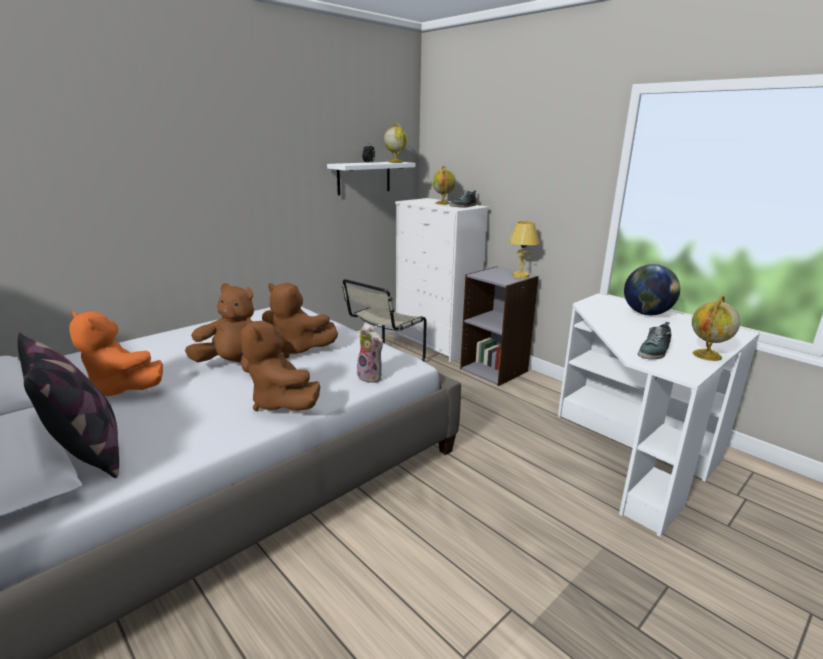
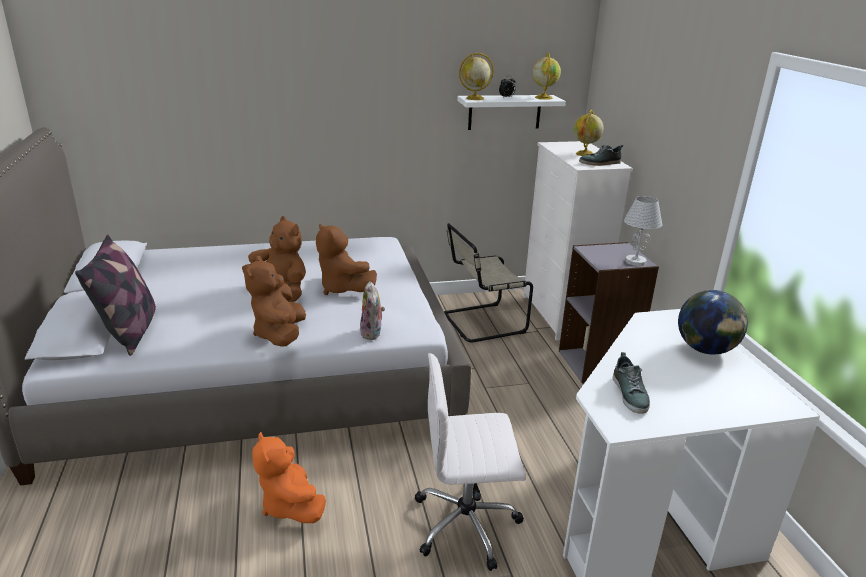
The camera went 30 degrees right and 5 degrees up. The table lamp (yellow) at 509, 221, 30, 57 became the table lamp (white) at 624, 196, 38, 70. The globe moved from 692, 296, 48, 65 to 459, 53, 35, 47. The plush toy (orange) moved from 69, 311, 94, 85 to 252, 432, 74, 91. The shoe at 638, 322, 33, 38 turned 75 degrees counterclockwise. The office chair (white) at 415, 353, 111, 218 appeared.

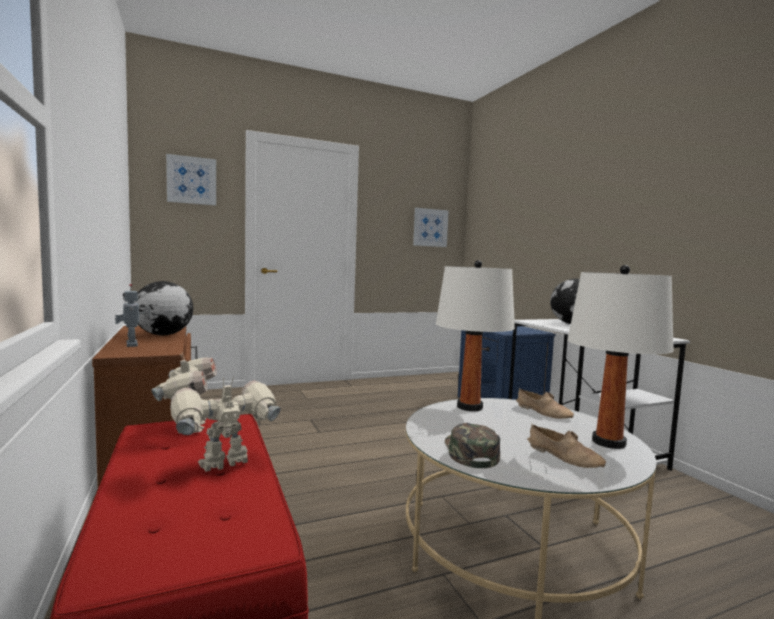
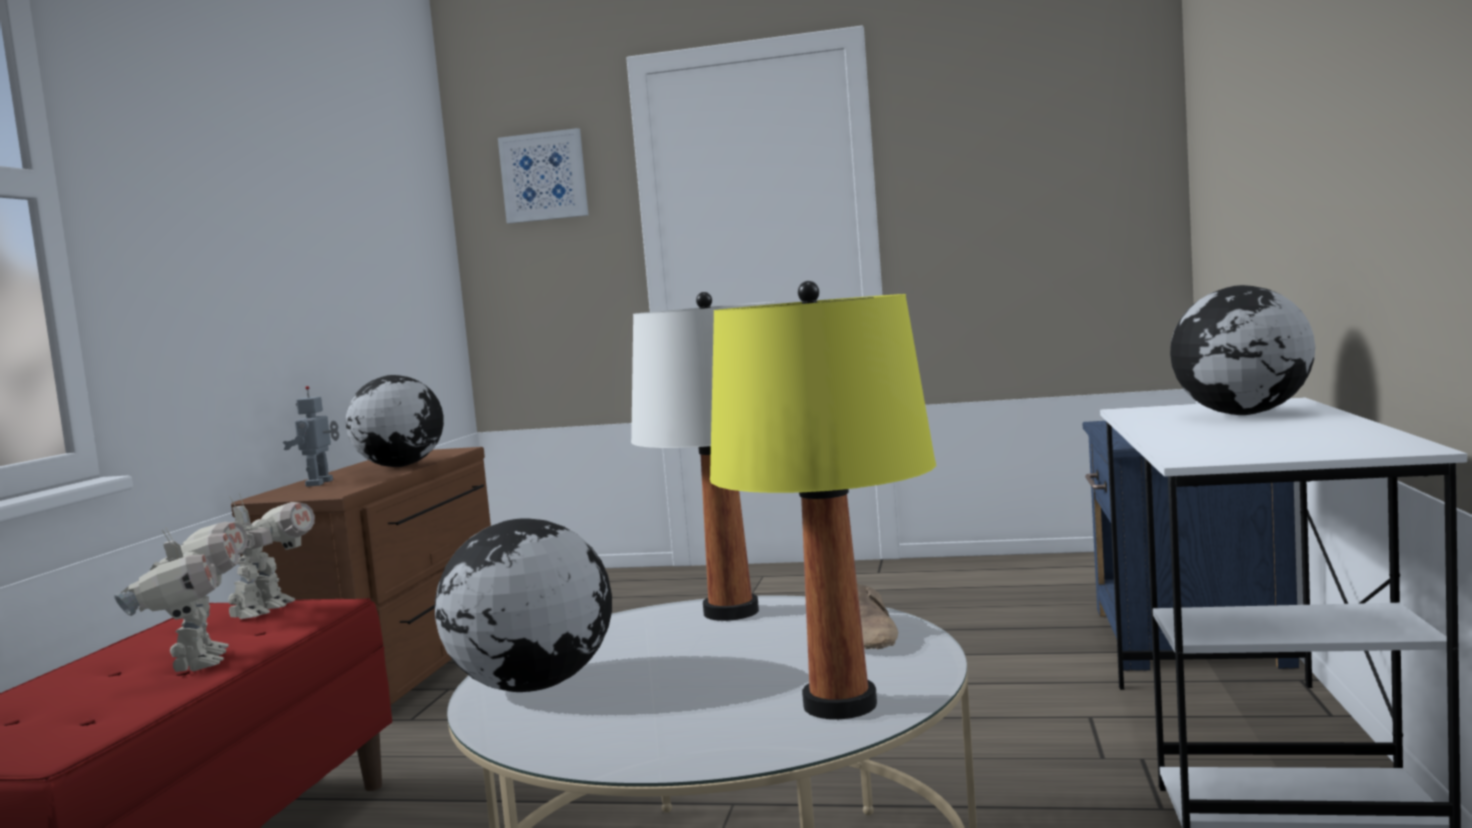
The camera went 35 degrees right and 0 degrees up. The picture at 413, 208, 36, 39 disappeared. The table lamp (white) at 567, 265, 107, 184 became the table lamp (yellow) at 710, 281, 226, 438. The toy robot at 170, 376, 111, 96 turned 75 degrees clockwise. The cap (green) at 445, 423, 55, 45 was replaced by the globe at 435, 518, 177, 174. The shoe (beige) at 527, 424, 79, 44 disappeared.

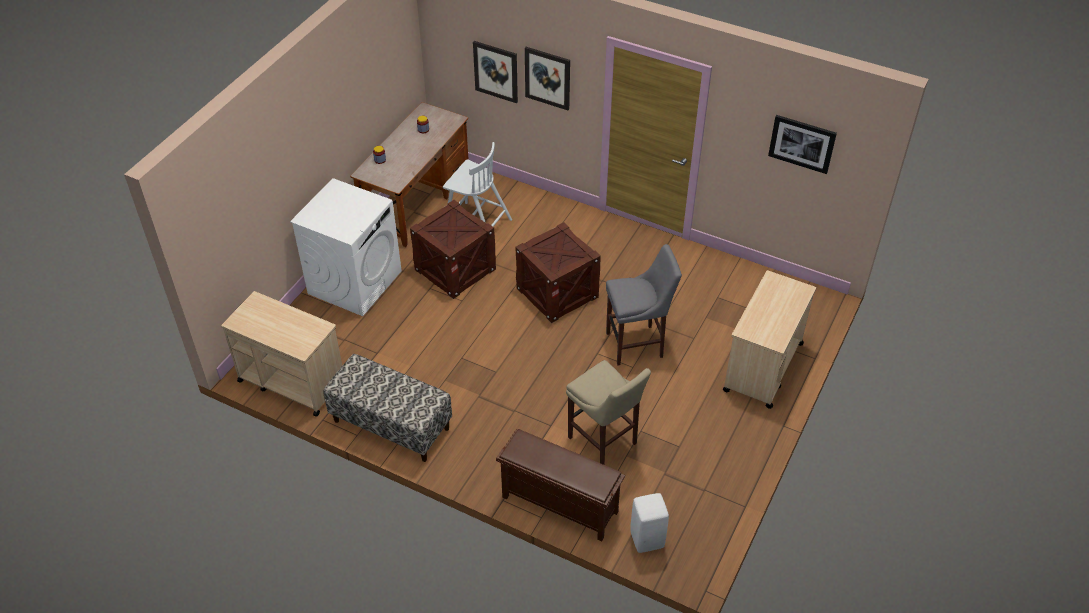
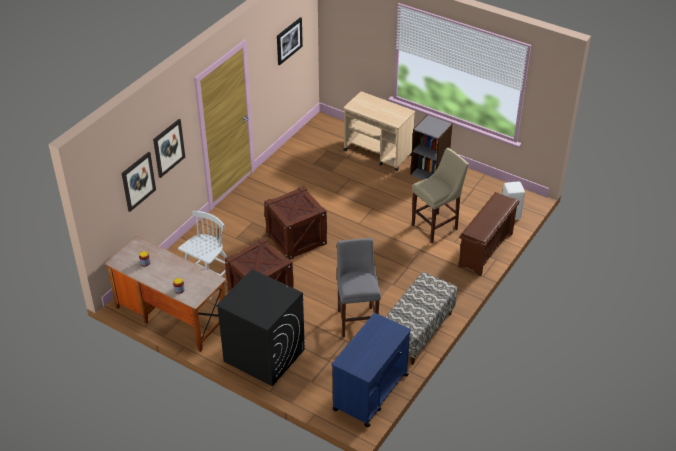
The camera went 85 degrees left and 5 degrees down. The washing machine (white) at 290, 178, 112, 138 became the washing machine (black) at 216, 269, 89, 118. The stool (grey) moved from 606, 244, 76, 122 to 337, 238, 44, 99. The cart (beige) at 221, 291, 121, 125 became the cart (blue) at 332, 313, 79, 114. The bookcase (grey) at 410, 115, 43, 65 appeared.

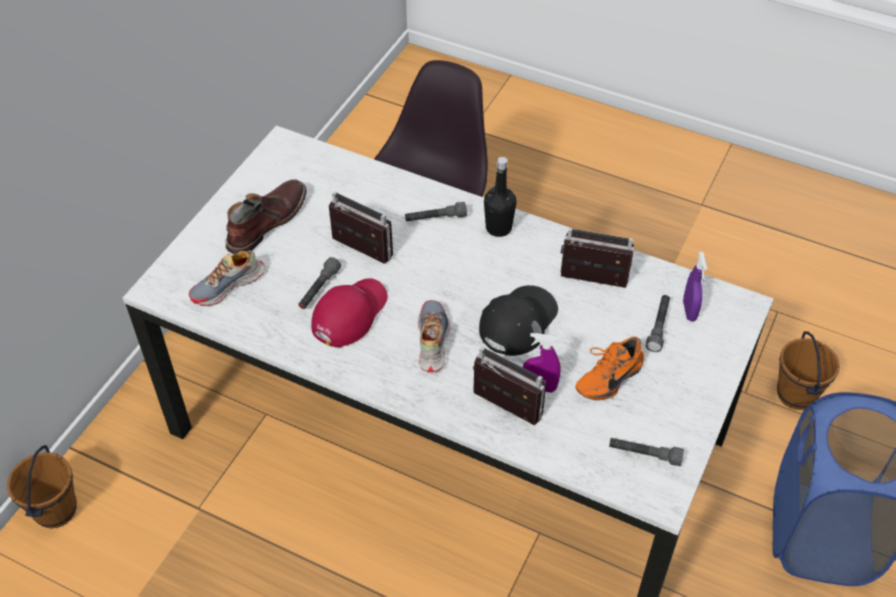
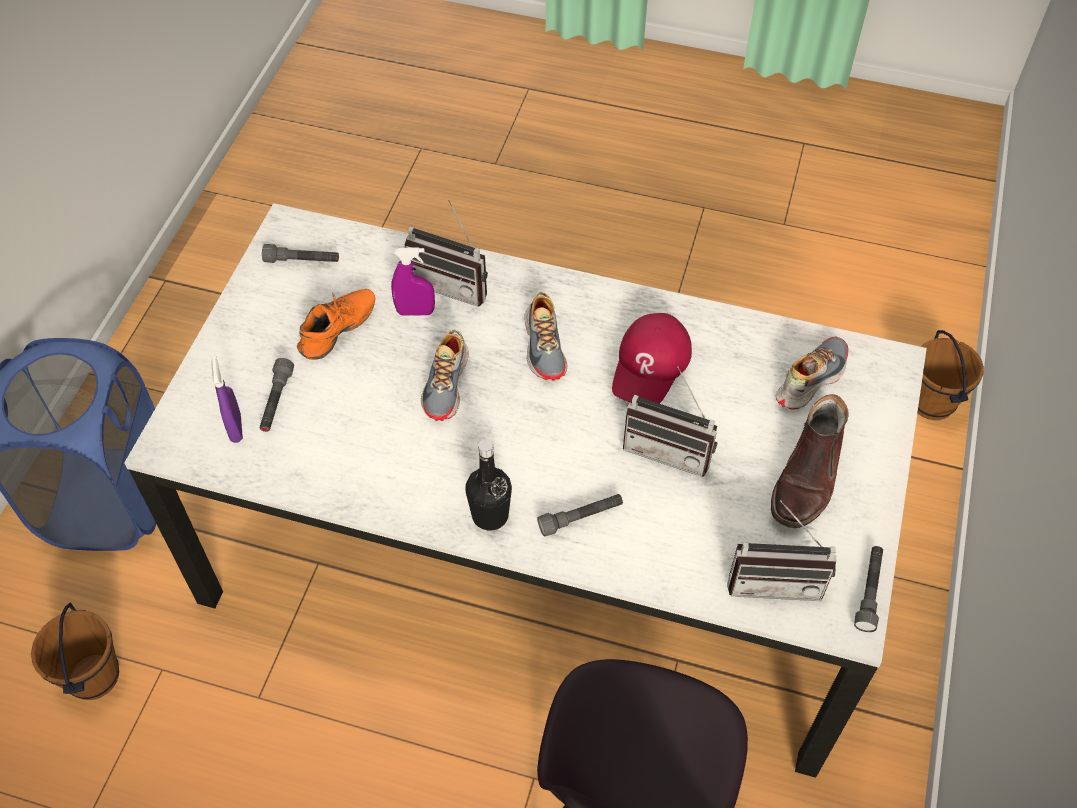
The camera went 170 degrees right and 5 degrees up. The radio moved from 561, 228, 74, 60 to 727, 500, 110, 101. The flashlight (grey) moved from 298, 257, 43, 52 to 854, 546, 29, 86. The cap (black) at 479, 285, 79, 71 was replaced by the shoe at 421, 329, 48, 92.

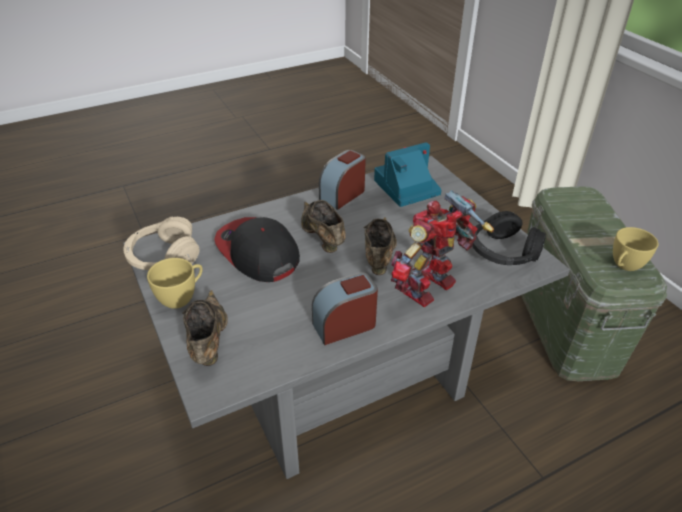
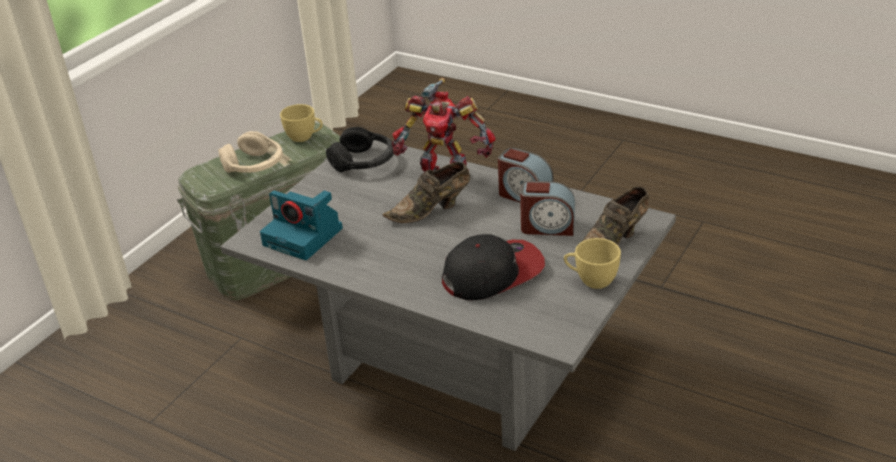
The camera went 120 degrees left and 5 degrees down. The alarm clock moved from 319, 150, 47, 60 to 520, 181, 55, 55. The shoe (brown) at 301, 200, 45, 53 disappeared. The headphones (beige) moved from 123, 217, 77, 53 to 218, 131, 65, 42. The cap at 214, 217, 86, 65 turned 135 degrees counterclockwise.

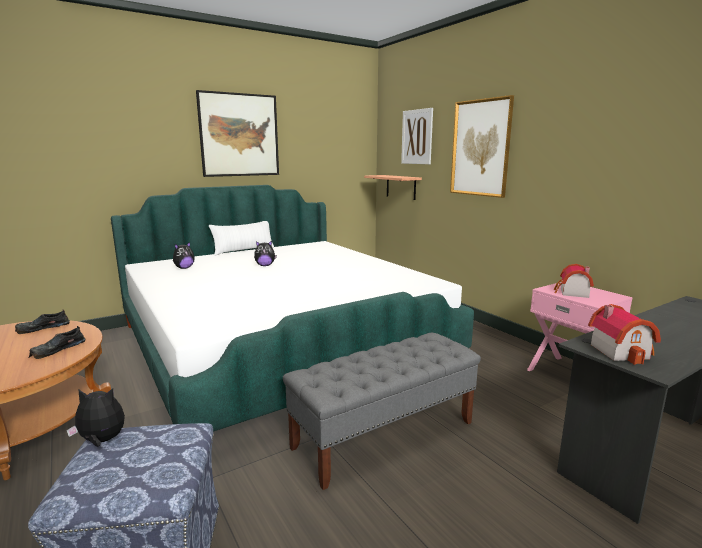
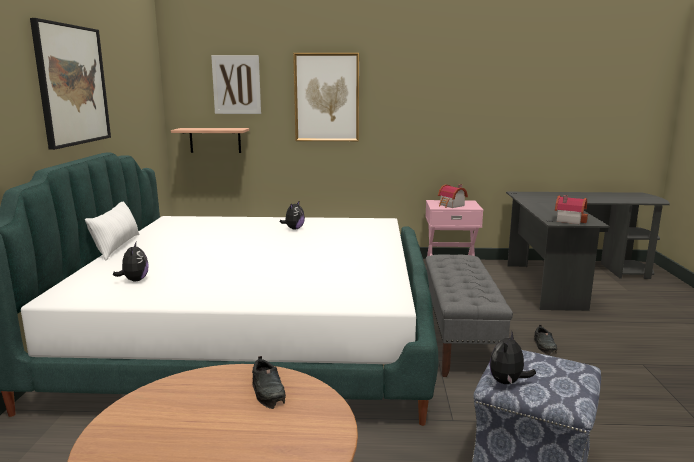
The camera went 55 degrees left and 0 degrees up. The plush toy moved from 254, 241, 23, 25 to 280, 201, 25, 28. The shoe (black) moved from 15, 309, 55, 25 to 534, 325, 23, 30.

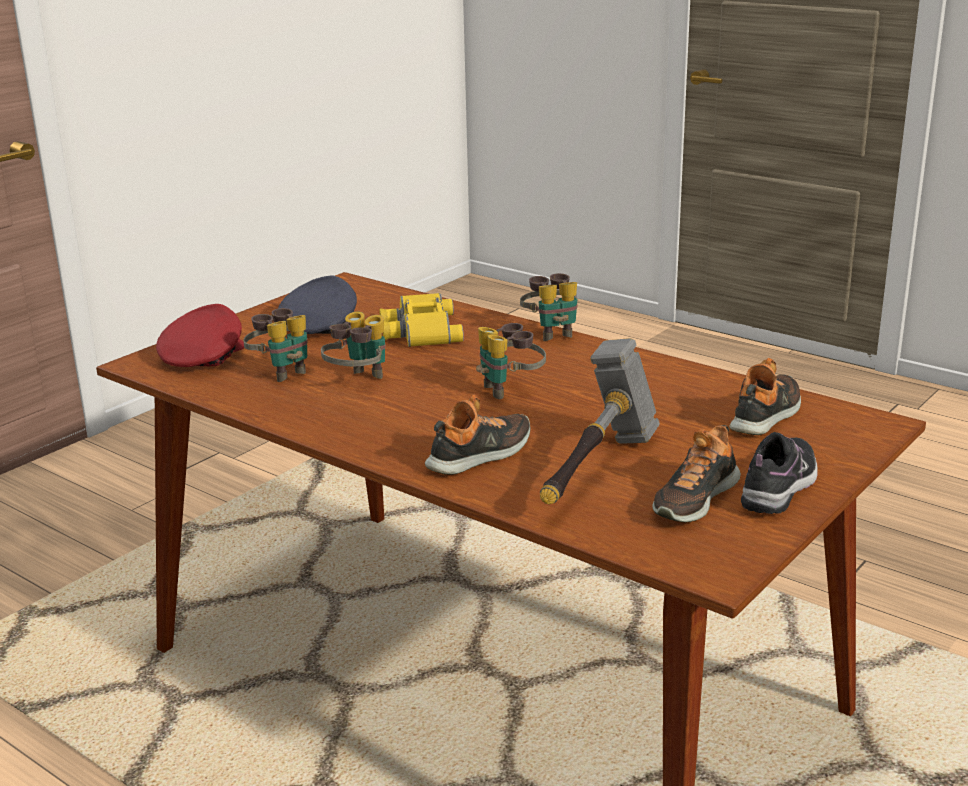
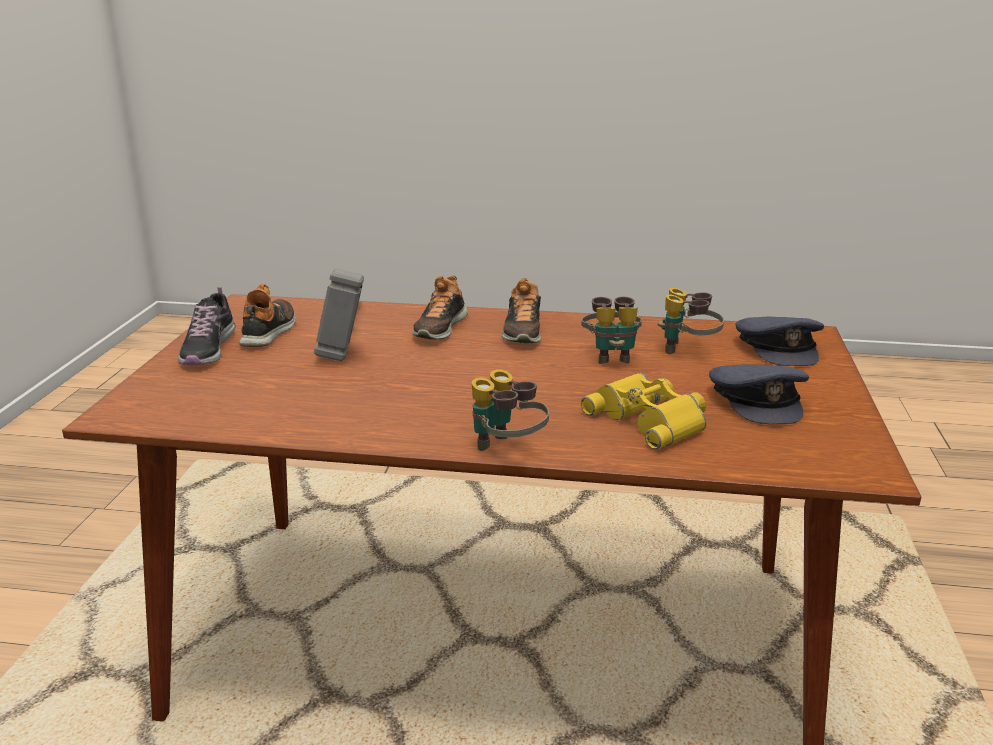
The camera went 150 degrees right and 0 degrees up. The cap (red) at 156, 304, 88, 63 became the cap (grey) at 736, 316, 88, 50. The binoculars at 476, 323, 70, 76 disappeared. The shoe moved from 729, 358, 72, 77 to 502, 278, 39, 65.

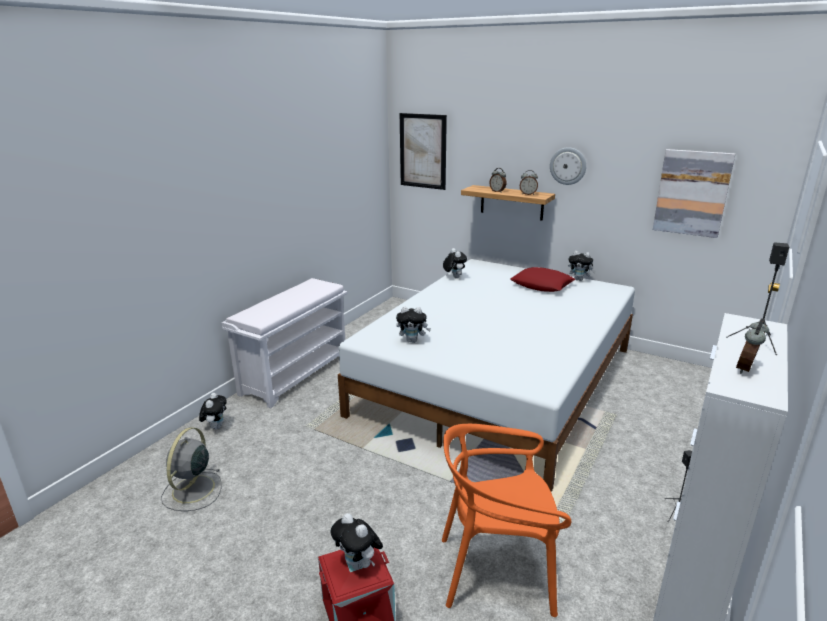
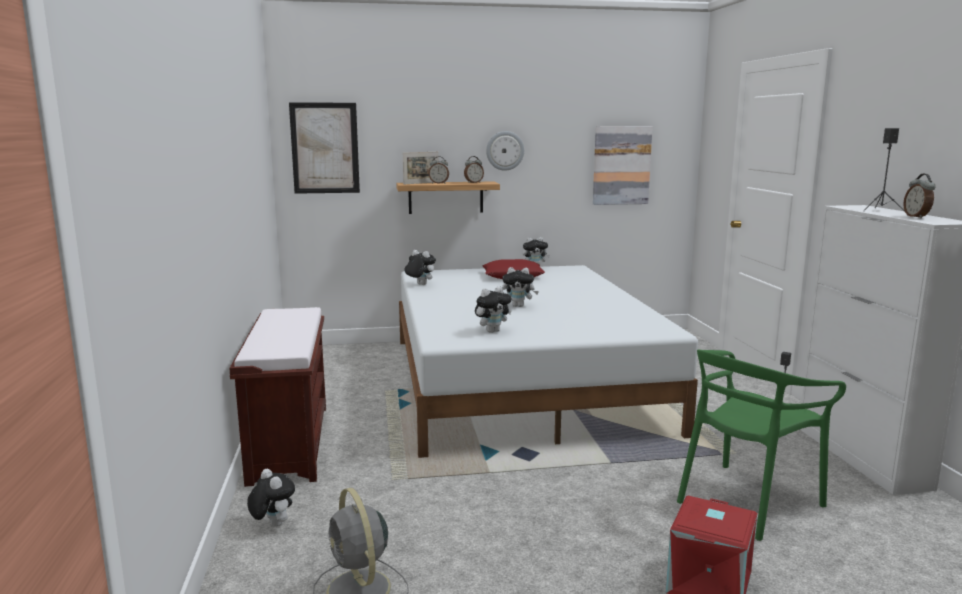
The camera went 40 degrees left and 10 degrees down. The bench (white) at 222, 278, 125, 130 became the bench (brown) at 229, 307, 97, 180. The chair (orange) at 442, 424, 129, 193 became the chair (green) at 677, 350, 169, 191. The plush toy moved from 330, 513, 53, 57 to 502, 267, 37, 40. The picture frame at 403, 152, 36, 32 appeared.

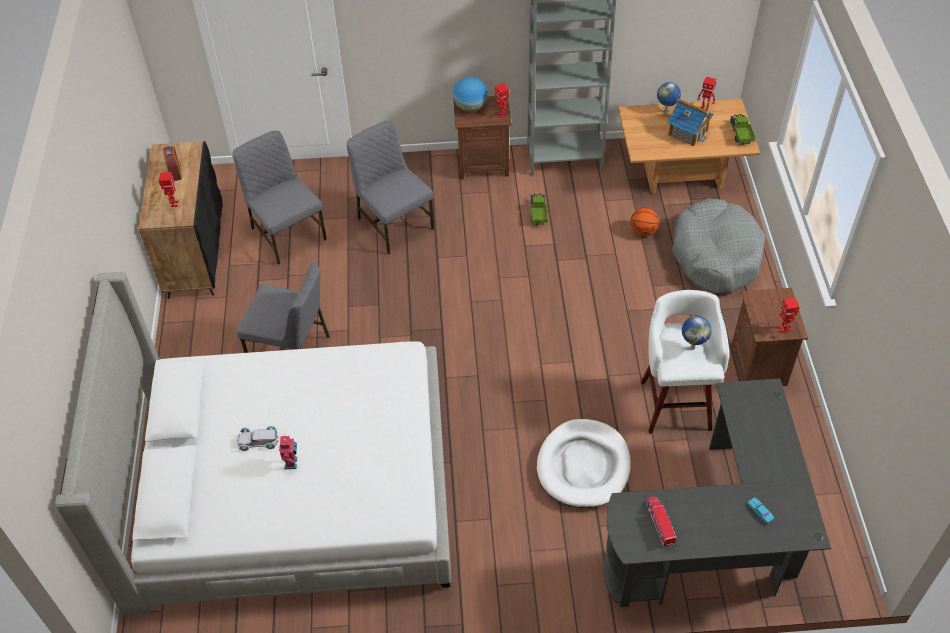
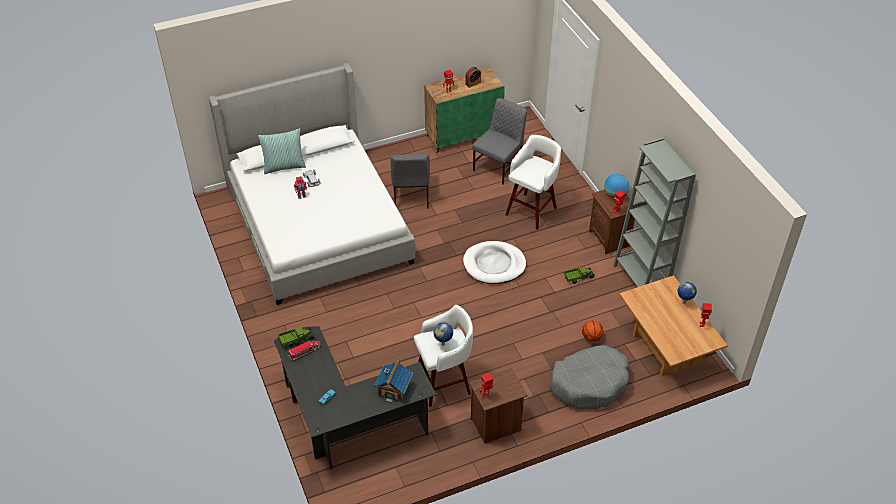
The camera went 70 degrees right and 5 degrees down. The toy house moved from 667, 98, 46, 49 to 374, 360, 39, 43. The toy truck moved from 730, 114, 26, 31 to 278, 327, 36, 21. The chair (grey) at 347, 121, 87, 133 was replaced by the stool (white) at 506, 135, 55, 95. The cabinet (black) at 139, 141, 84, 158 became the cabinet (green) at 424, 68, 80, 85. The dog bed (white) moved from 537, 419, 94, 89 to 463, 241, 63, 43. The pillow at 258, 128, 48, 46 appeared.

